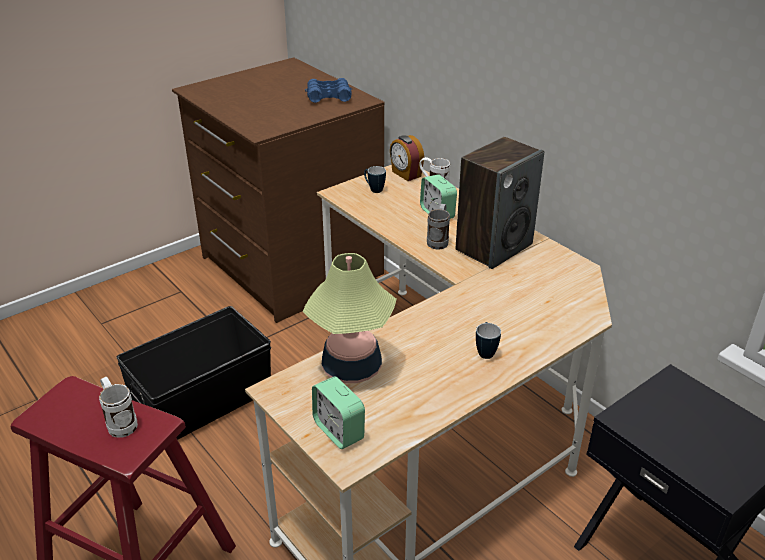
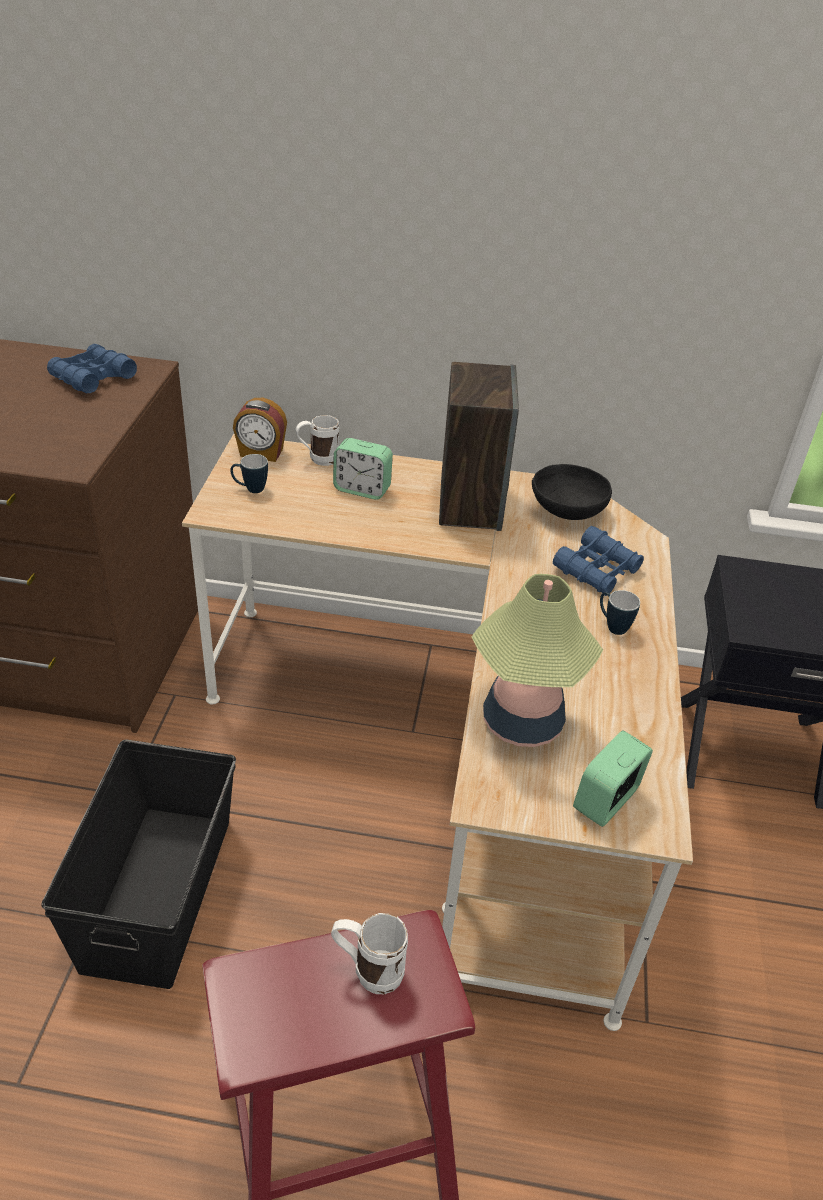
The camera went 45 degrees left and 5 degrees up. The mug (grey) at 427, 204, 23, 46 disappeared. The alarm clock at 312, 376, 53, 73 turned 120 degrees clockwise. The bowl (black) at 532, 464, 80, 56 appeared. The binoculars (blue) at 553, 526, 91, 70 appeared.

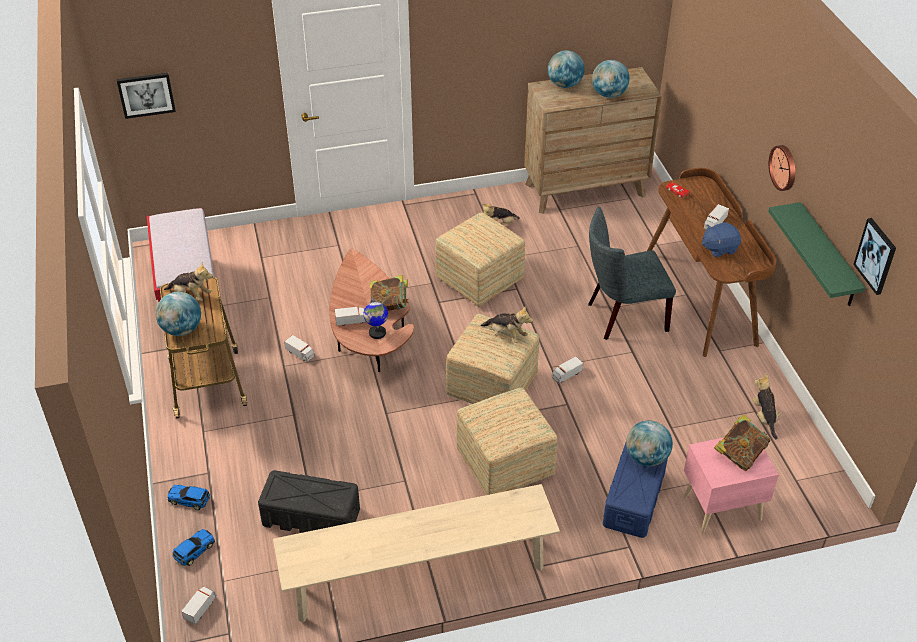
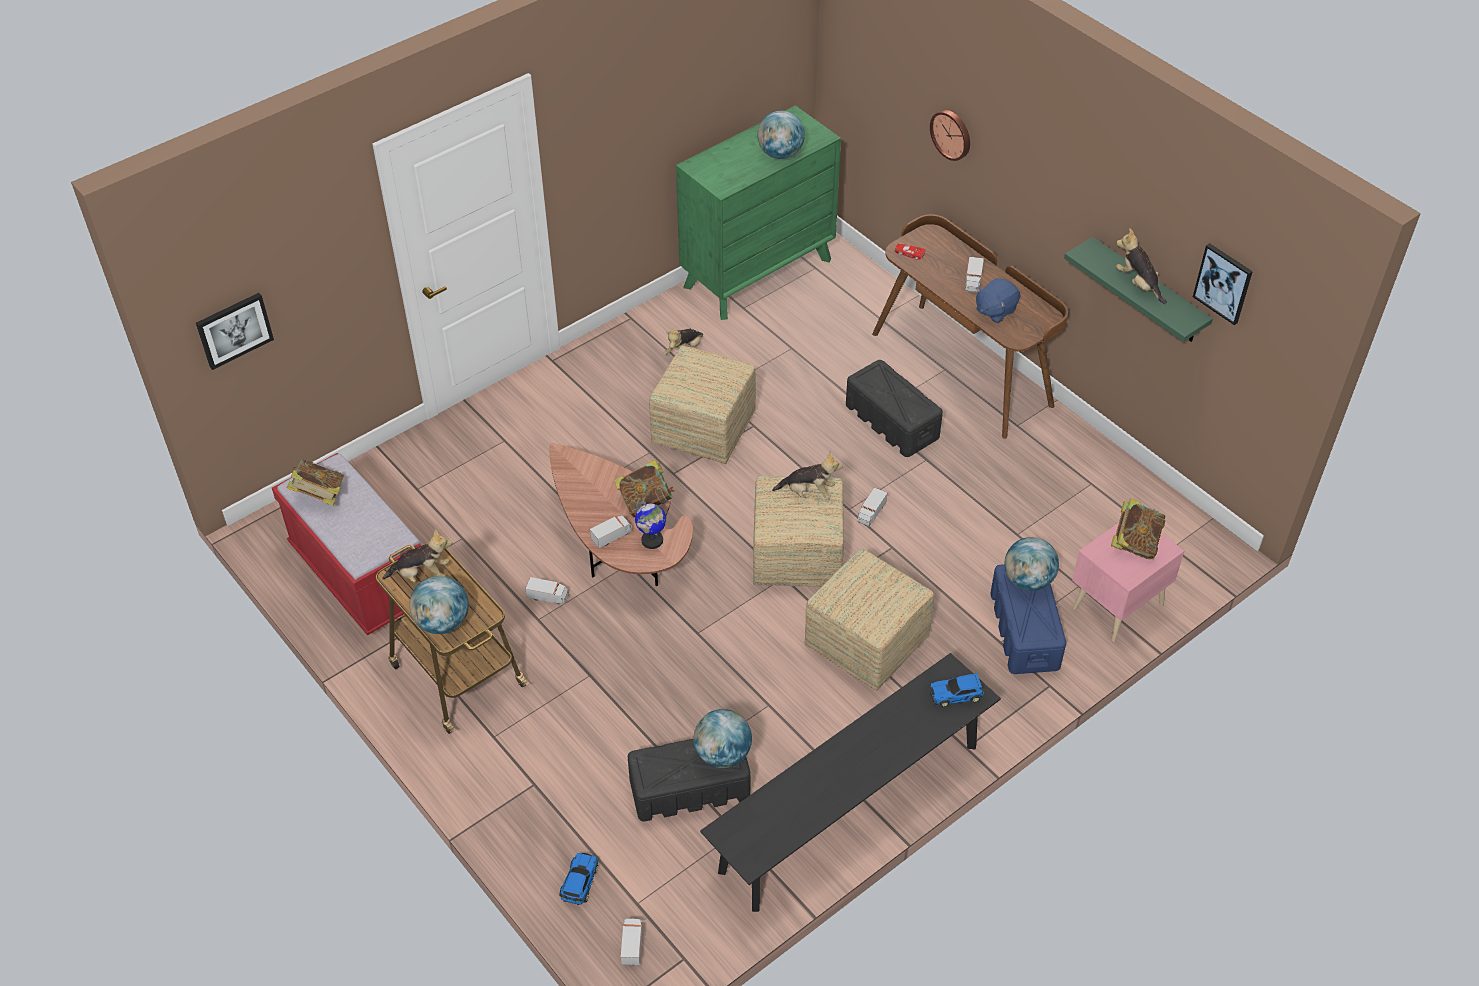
The camera went 25 degrees left and 5 degrees up. The globe moved from 548, 50, 37, 38 to 694, 709, 58, 59. The dresser (brown) at 524, 67, 138, 147 became the dresser (green) at 676, 105, 165, 215. The wall clock moved from 769, 145, 26, 46 to 930, 110, 40, 51. The chair (grey) at 588, 207, 88, 133 was replaced by the storage box (black) at 846, 360, 97, 97. The plush toy moved from 752, 373, 29, 66 to 1116, 228, 51, 76. The bench (beige) at 273, 484, 287, 139 became the bench (black) at 700, 653, 301, 259. The toy car moved from 168, 485, 42, 25 to 929, 673, 55, 34. The book at 287, 459, 57, 47 appeared.

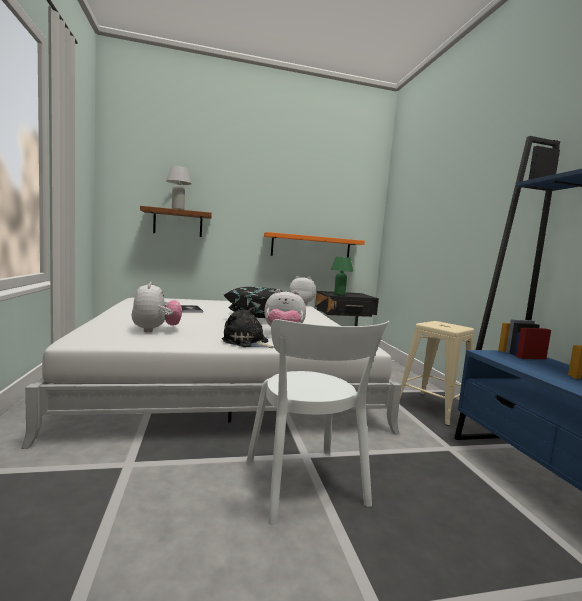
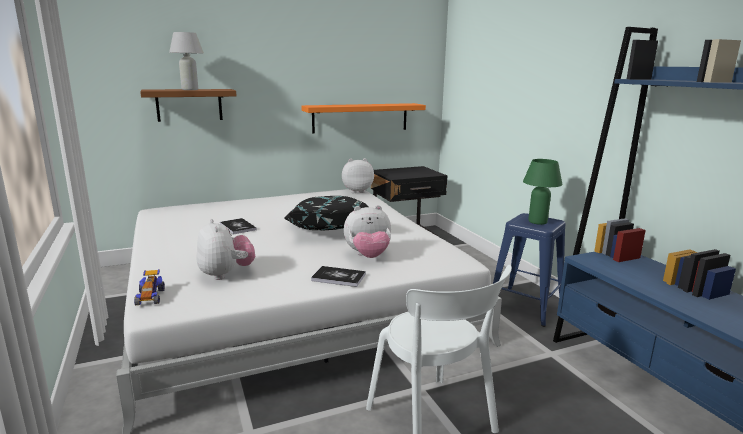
The camera went 10 degrees left and 10 degrees up. The table lamp (green) moved from 331, 257, 22, 39 to 523, 159, 40, 66. The plush toy at 222, 307, 52, 41 was replaced by the book at 311, 266, 55, 21. The stool (beige) at 400, 321, 74, 105 became the stool (blue) at 493, 213, 73, 114. The toy car at 134, 269, 31, 36 appeared.

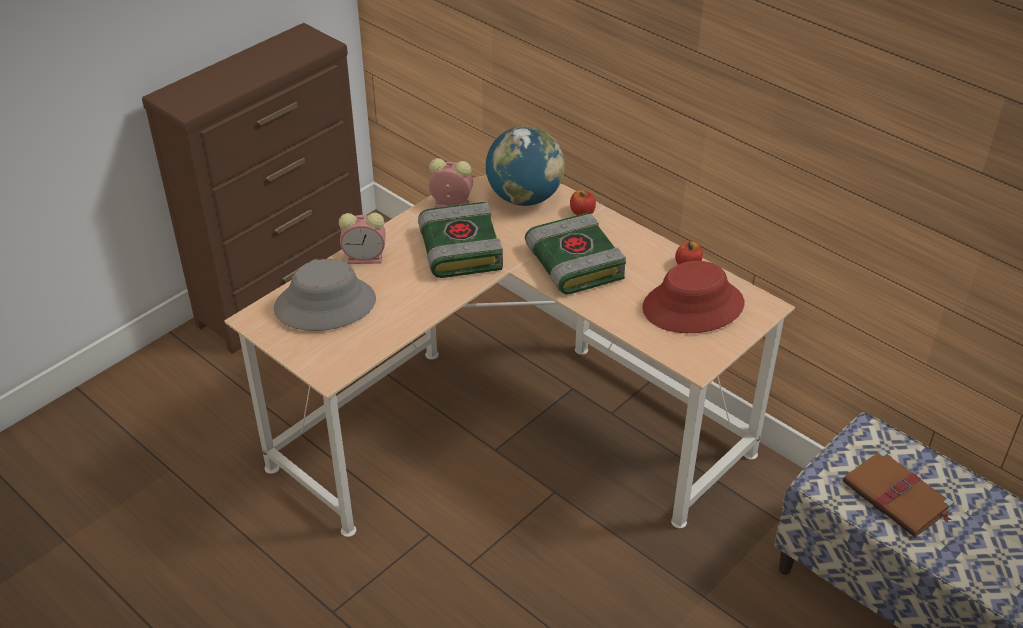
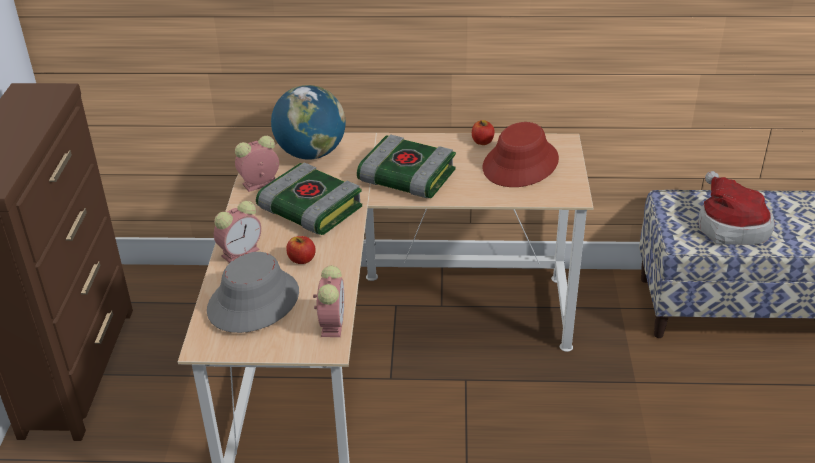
The camera went 40 degrees left and 5 degrees down. The apple moved from 570, 190, 26, 25 to 286, 236, 30, 28. The book (brown) at 843, 449, 110, 88 was replaced by the hat at 699, 171, 76, 74. The alarm clock at 313, 265, 31, 72 appeared.

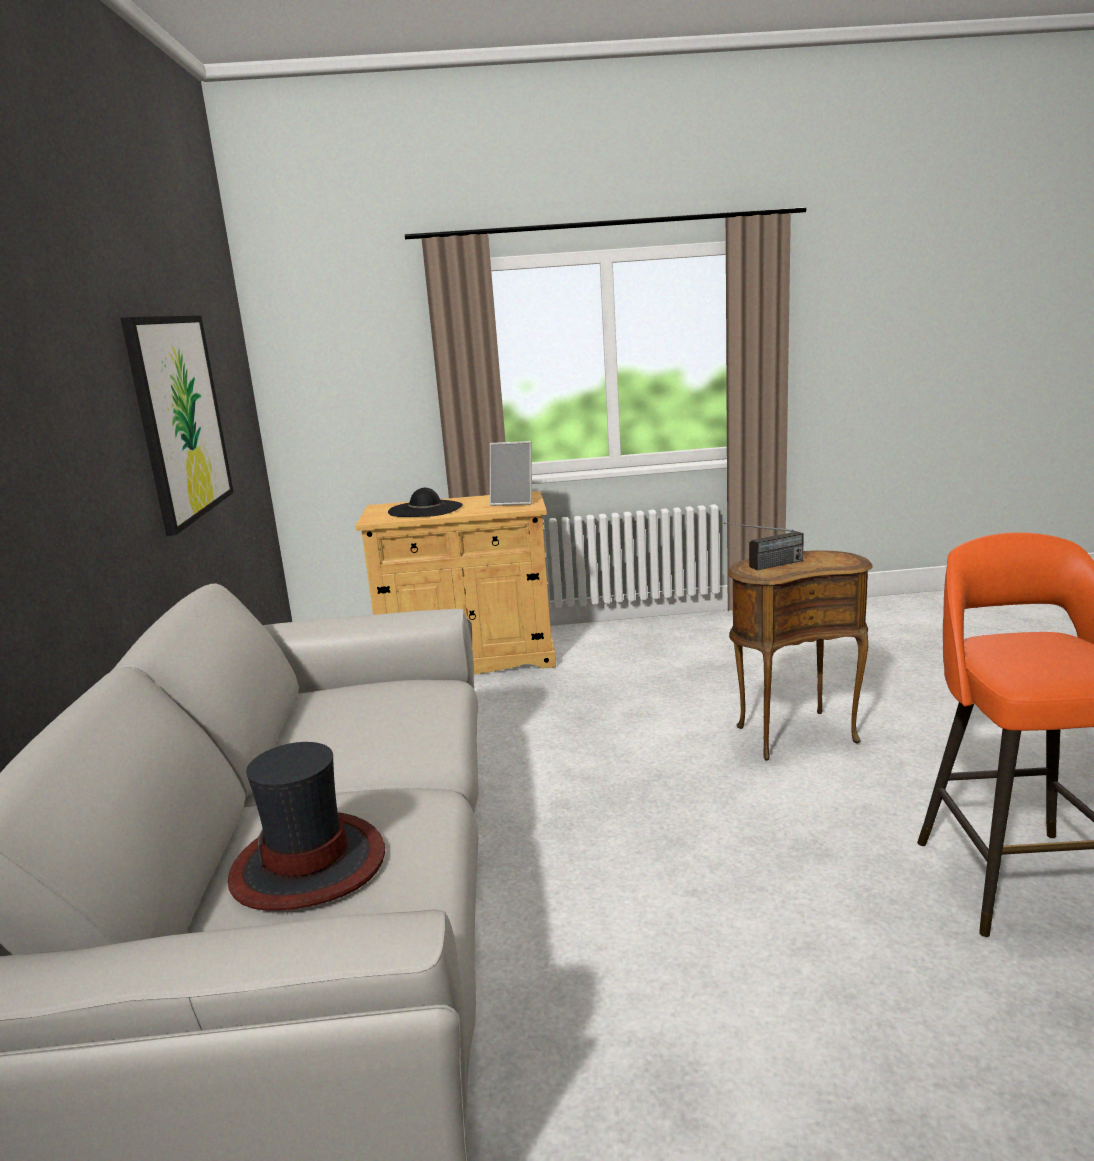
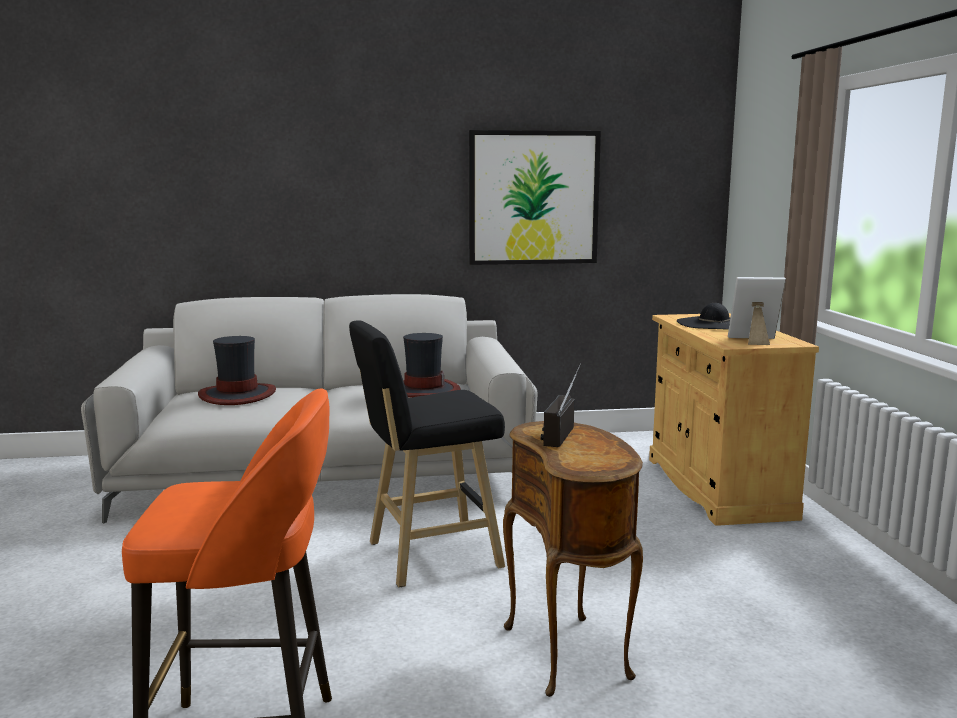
The camera went 85 degrees right and 5 degrees down. The picture frame at 490, 441, 42, 65 turned 90 degrees clockwise. The radio at 724, 523, 80, 47 turned 45 degrees clockwise. The stool (black) at 349, 320, 156, 267 appeared. The hat at 403, 333, 58, 65 appeared.

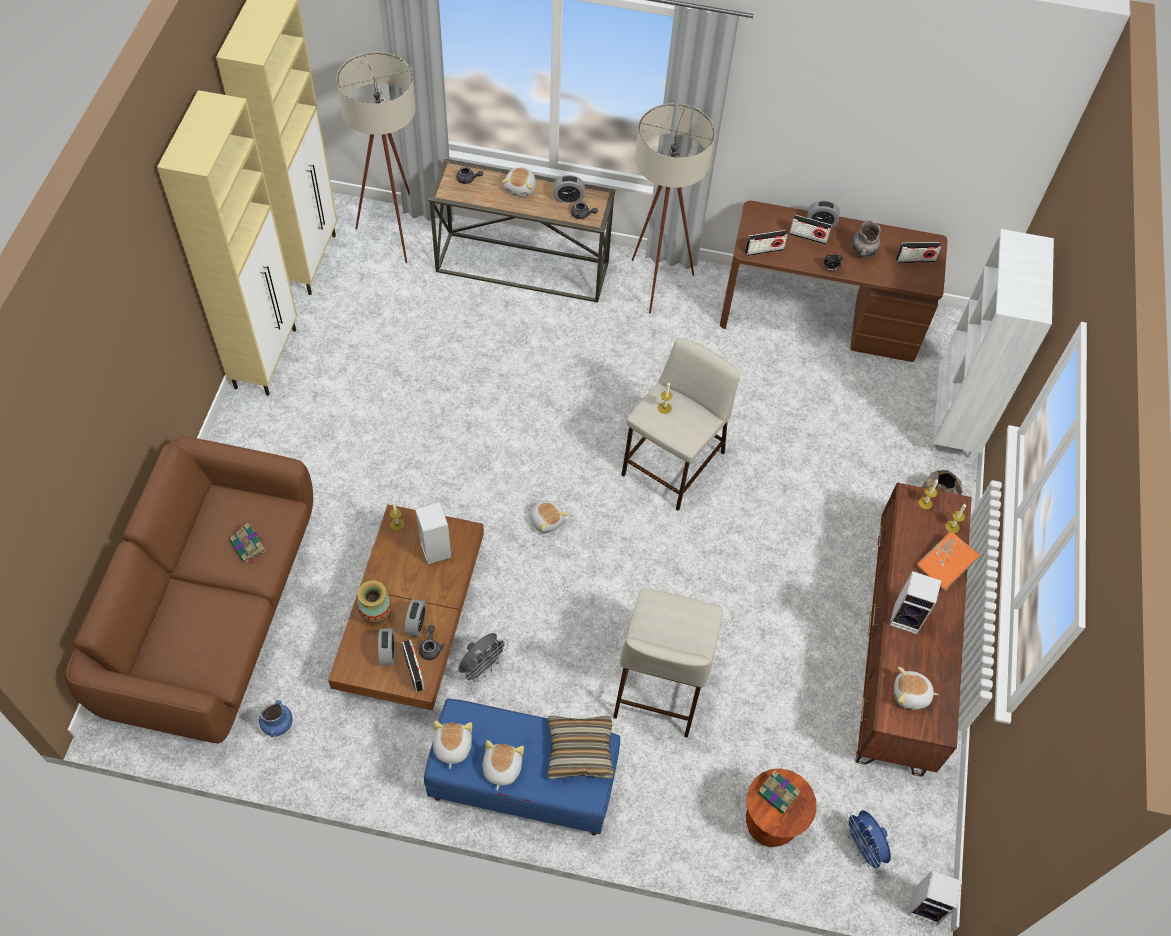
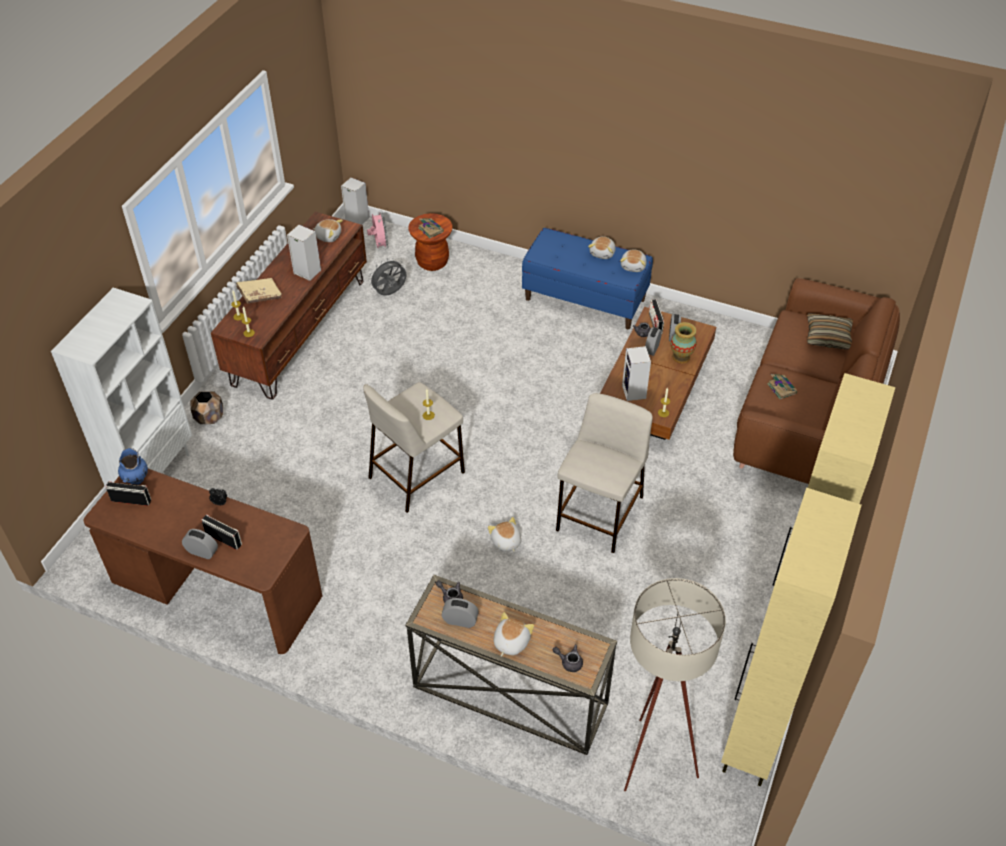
The camera went 165 degrees left and 10 degrees down. The floor lamp (beige) at 632, 103, 83, 210 disappeared. The vase (grey) at 852, 220, 29, 39 disappeared. The radio at 745, 230, 43, 26 disappeared. The plush toy moved from 530, 501, 39, 32 to 488, 517, 33, 36. The book (orange) at 916, 532, 64, 60 became the book (beige) at 236, 278, 46, 25. The stool (beige) moved from 613, 588, 110, 150 to 556, 393, 97, 160. The fan (grey) moved from 458, 633, 51, 52 to 368, 258, 38, 38. The vase (blue) moved from 259, 700, 34, 37 to 118, 448, 30, 37. The pillow moved from 548, 716, 66, 63 to 807, 313, 46, 37. The fan (blue) at 844, 810, 47, 63 became the fan (pink) at 367, 210, 22, 39.

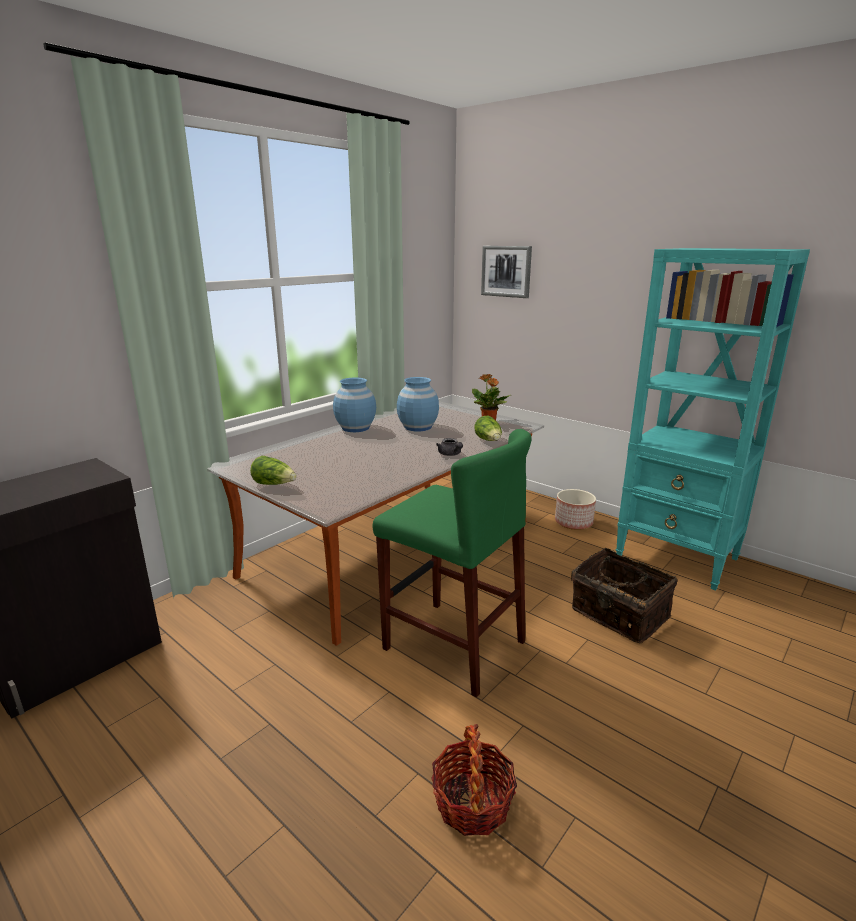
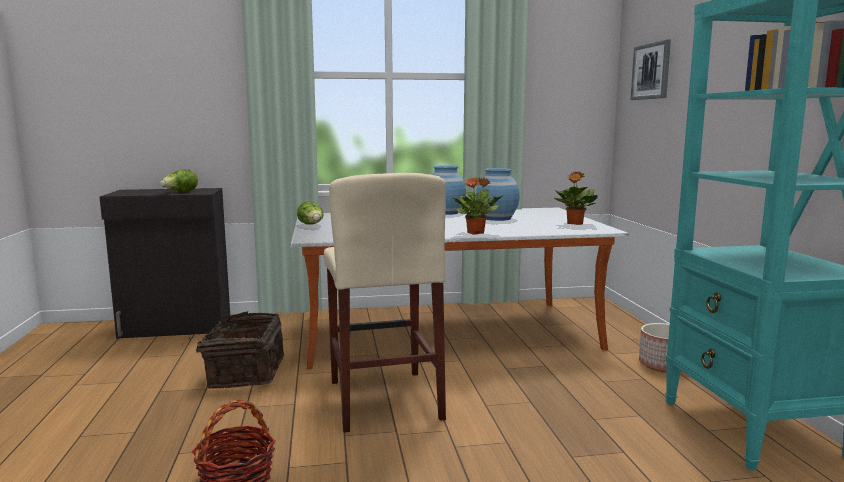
The camera went 40 degrees right and 10 degrees down. The lettuce moved from 474, 416, 28, 25 to 160, 169, 38, 23. The stool (green) at 373, 429, 159, 269 became the stool (beige) at 324, 173, 122, 260. The teapot (grey) at 436, 438, 27, 18 was replaced by the potted plant at 453, 177, 49, 58. The basket moved from 571, 548, 107, 95 to 182, 311, 102, 78.

